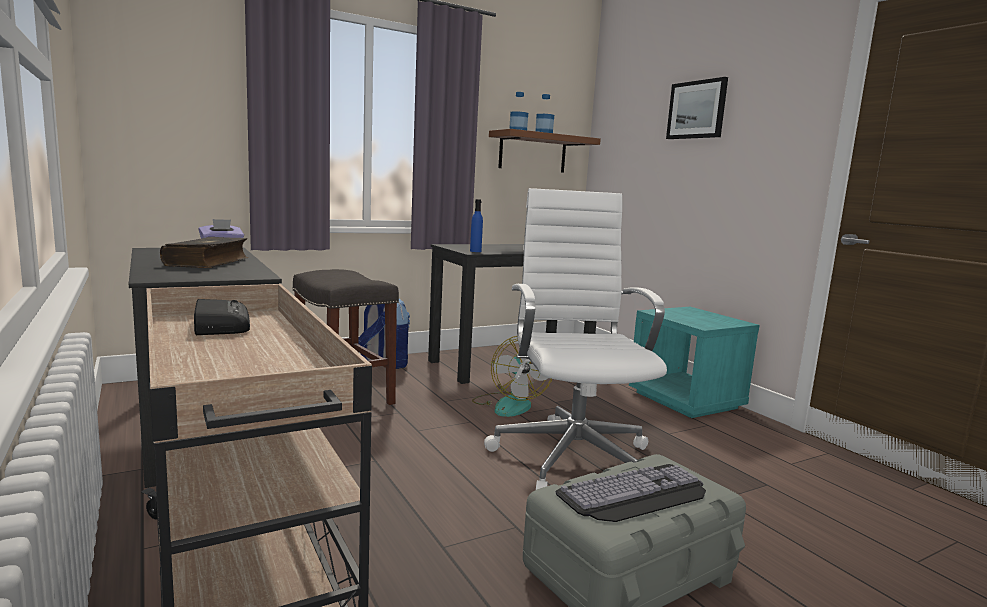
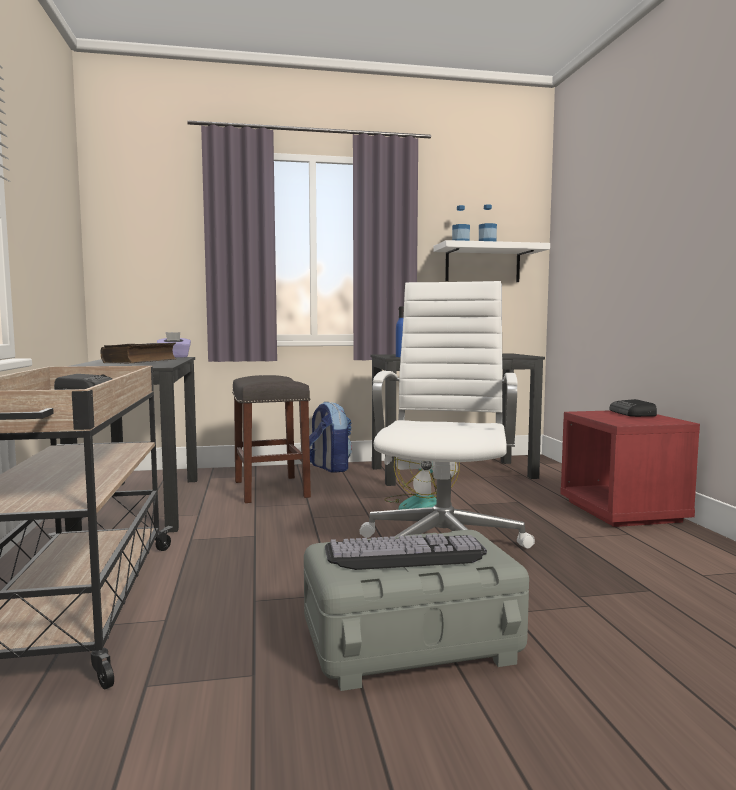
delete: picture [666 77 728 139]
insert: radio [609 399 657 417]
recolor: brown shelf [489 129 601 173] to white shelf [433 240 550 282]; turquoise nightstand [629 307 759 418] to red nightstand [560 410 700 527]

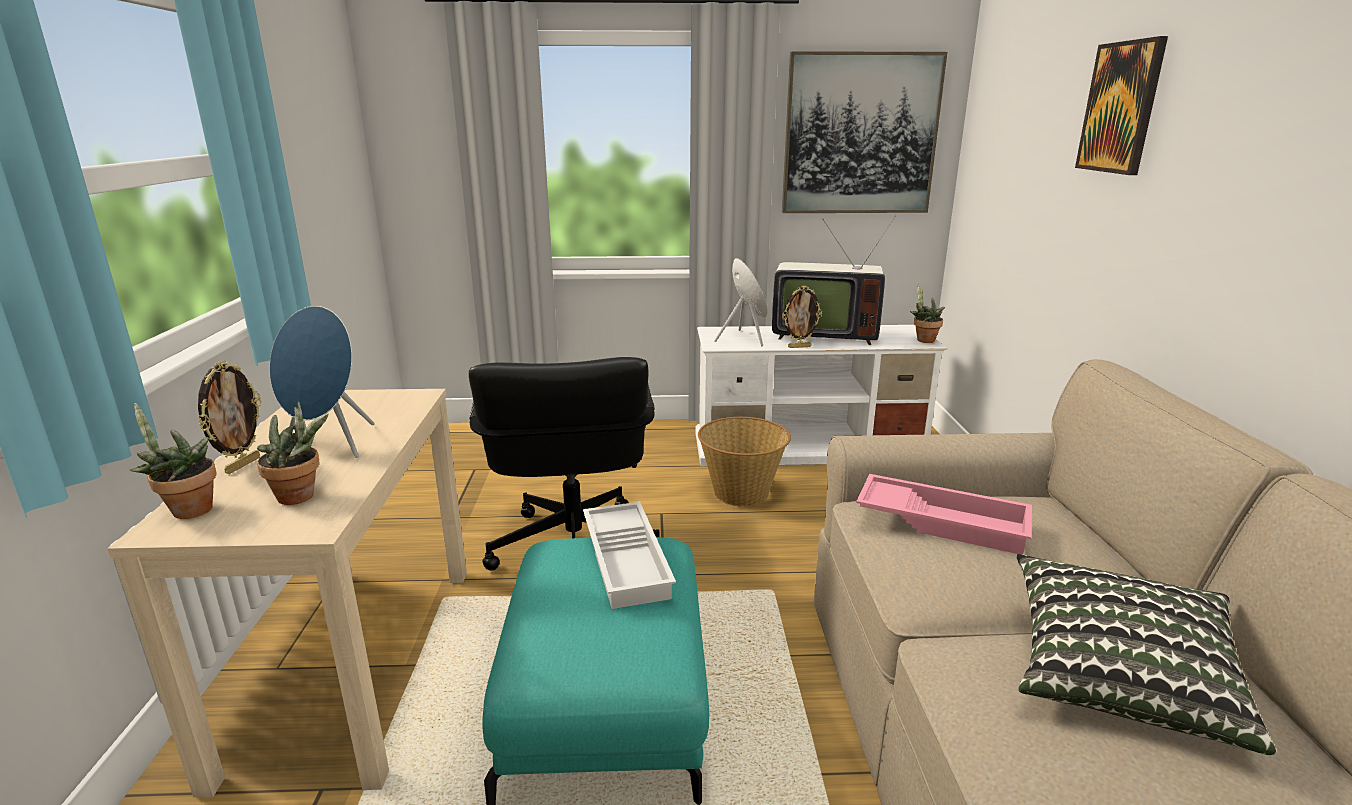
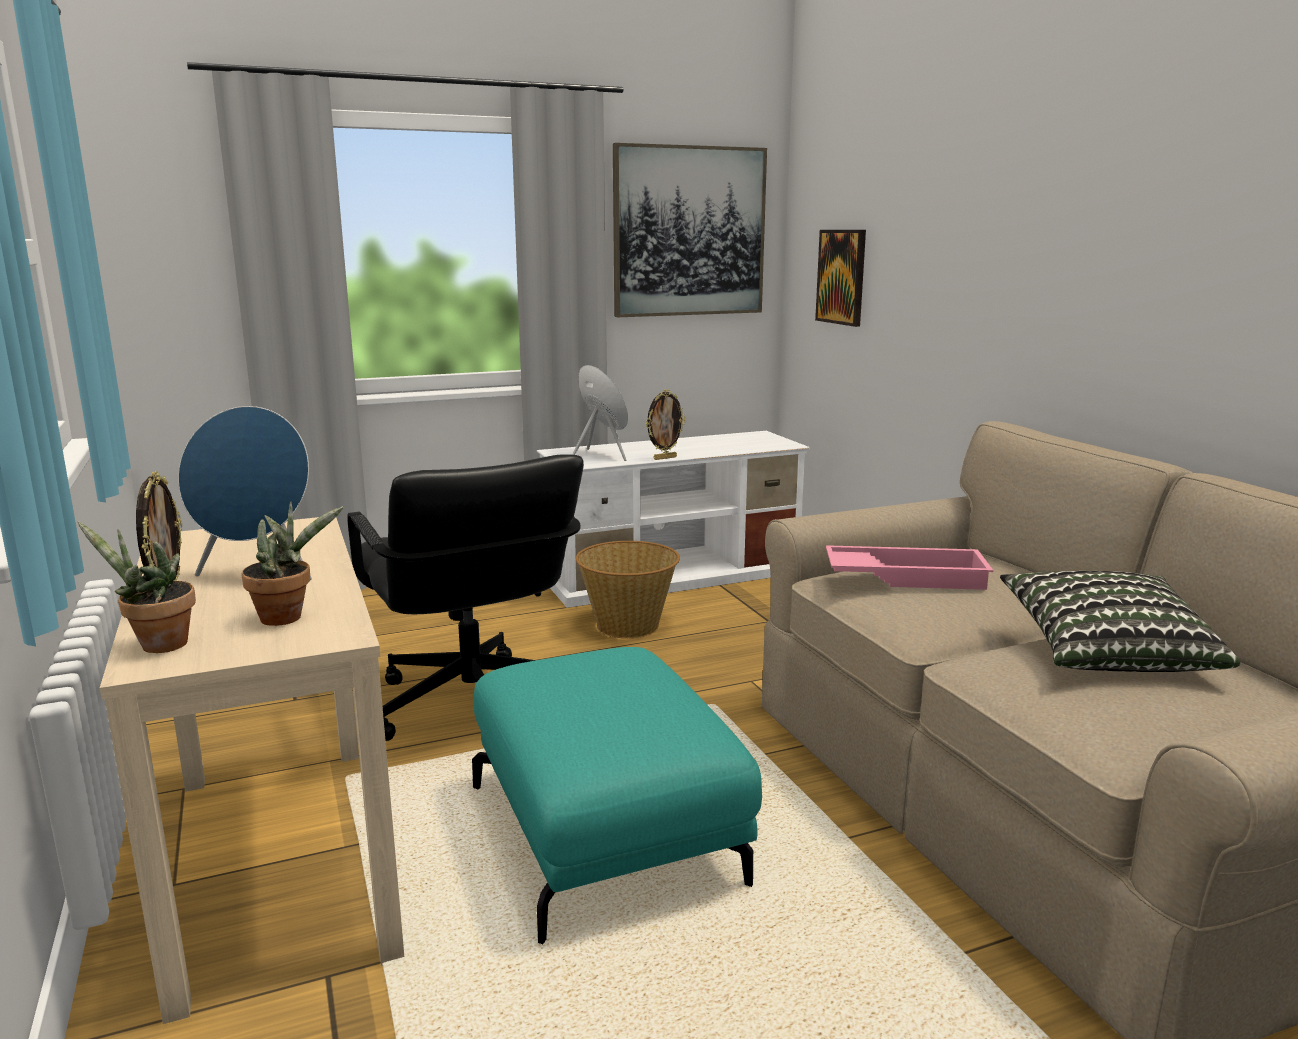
delete: white tray [583 502 676 609]; television [772 216 896 345]; potted plant [910 284 945 343]
move: picture [1075 36 1168 175] to [815 230 866 327]

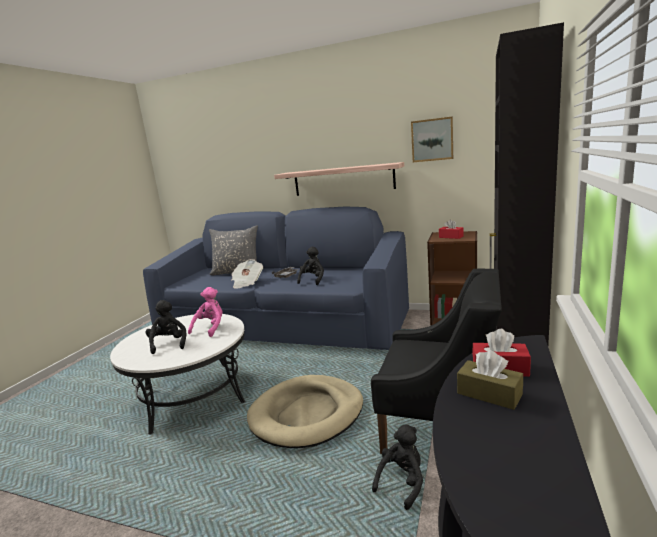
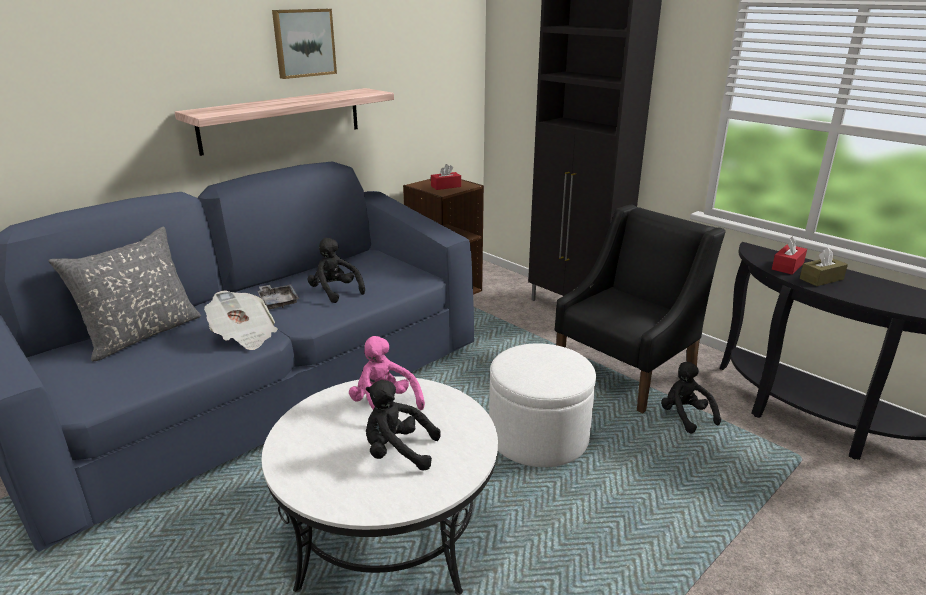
move: picture [411 117 453 162] to [272 9 337 79]
replace: beige dog bed [247 375 363 448] to white ottoman [489 343 596 467]

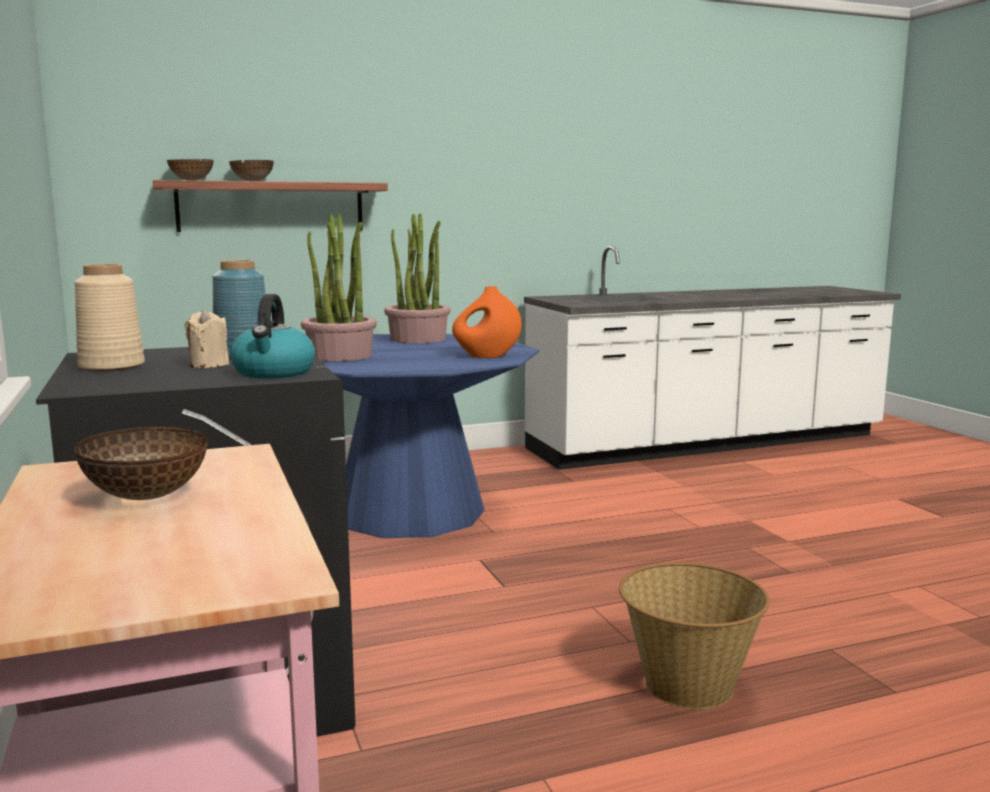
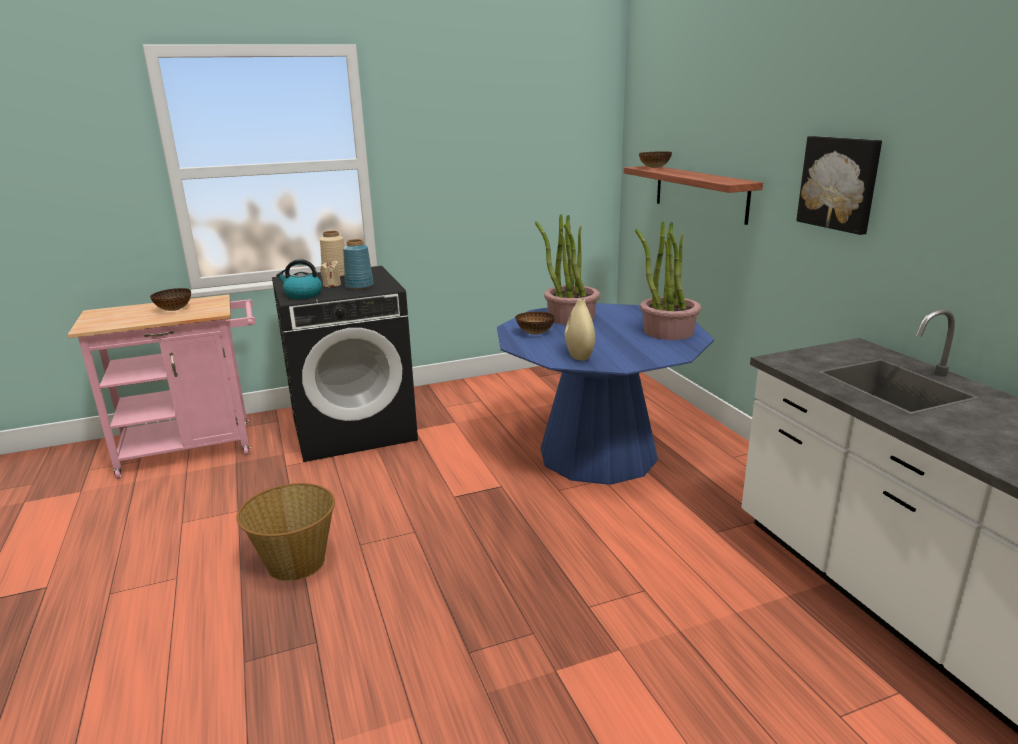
insert: picture [796 136 882 235]
move: bowl [229 160 274 181] to [515 312 555 334]
recolor: orange vase [452 286 521 358] to beige vase [565 298 595 361]

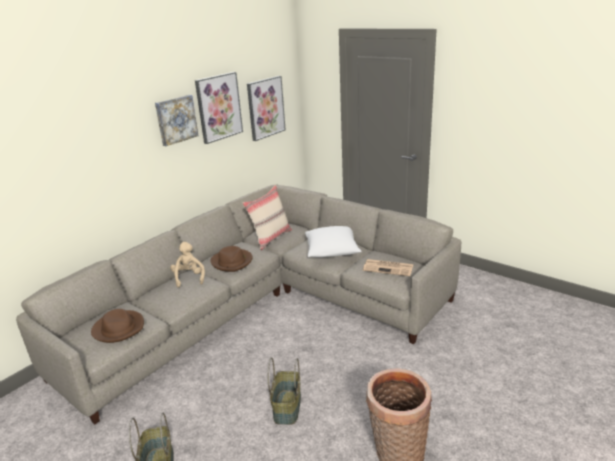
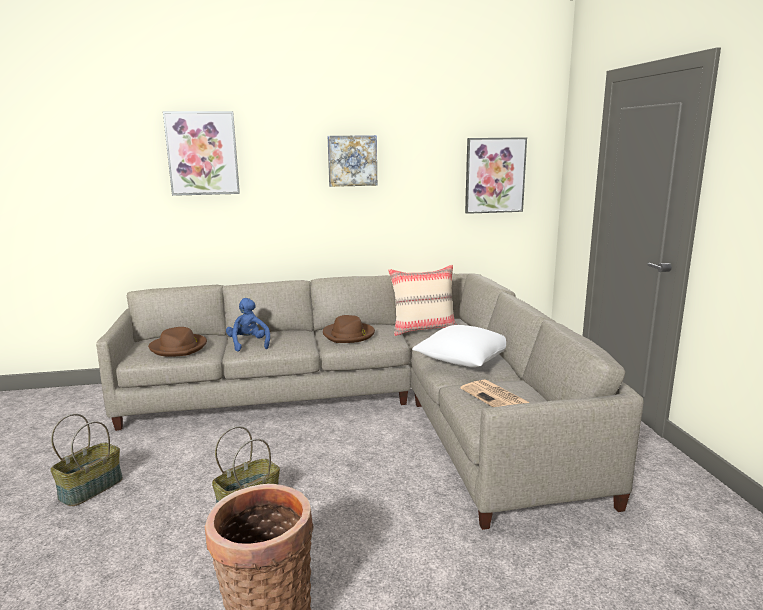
delete: beige plush toy [170 242 205 287]
insert: blue plush toy [226 298 270 352]
move: picture [195 72 243 144] to [163 111 240 196]

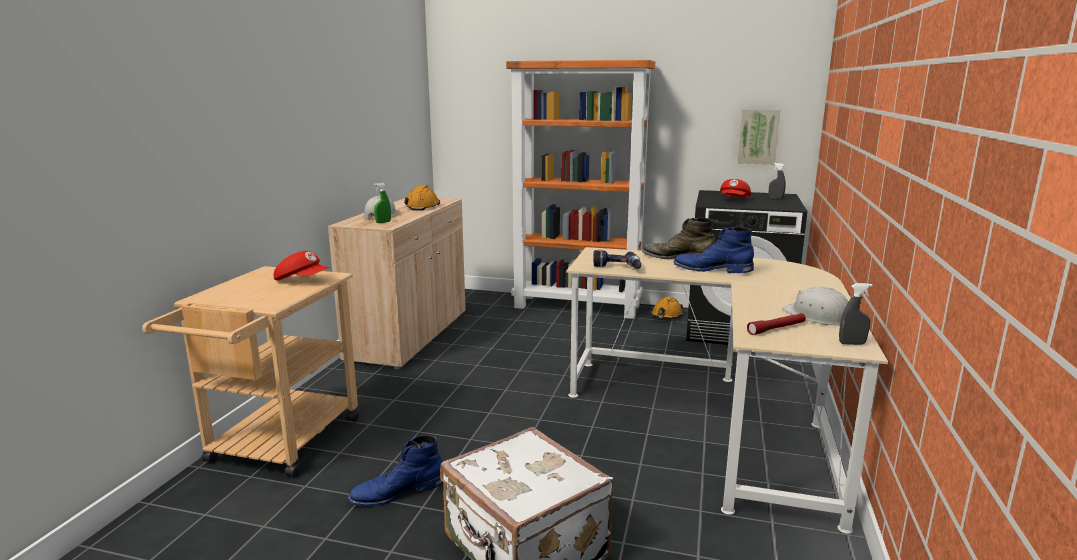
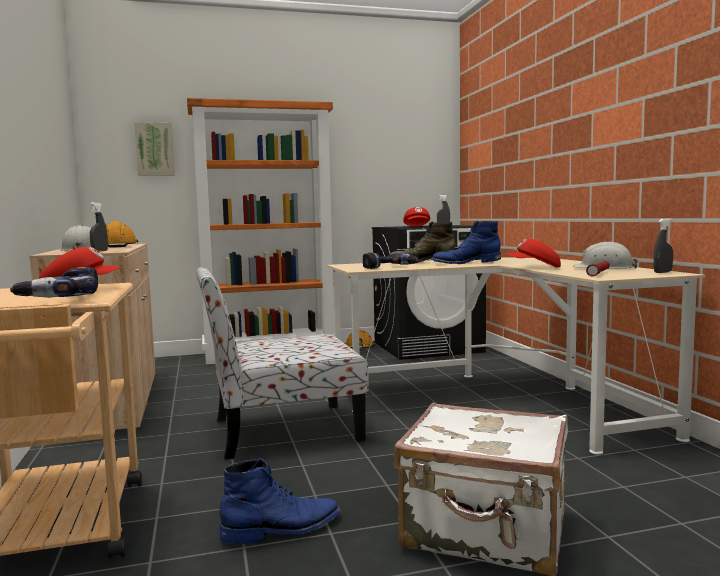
insert: power drill [10 267 98 298]; chair [196 267 369 460]; red cap [506 239 561 268]
move: picture [737 109 780 164] to [134 122 175 176]
recolor: green spray bottle [374 183 391 223] to grey spray bottle [90 202 108 251]
rotate: blue boot [348 435 443 506] = [219 458 340 545] 150 degrees counterclockwise

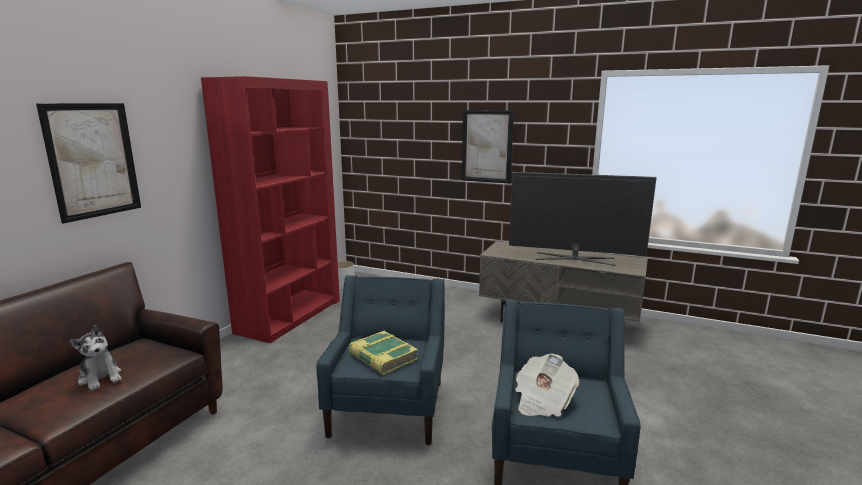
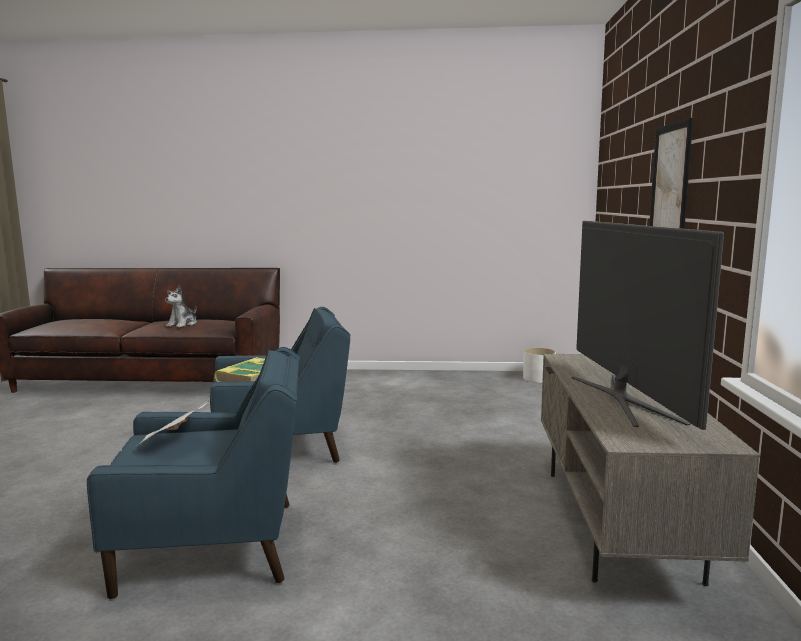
delete: picture [36 103 141 224]; red bookcase [201 76 340 343]

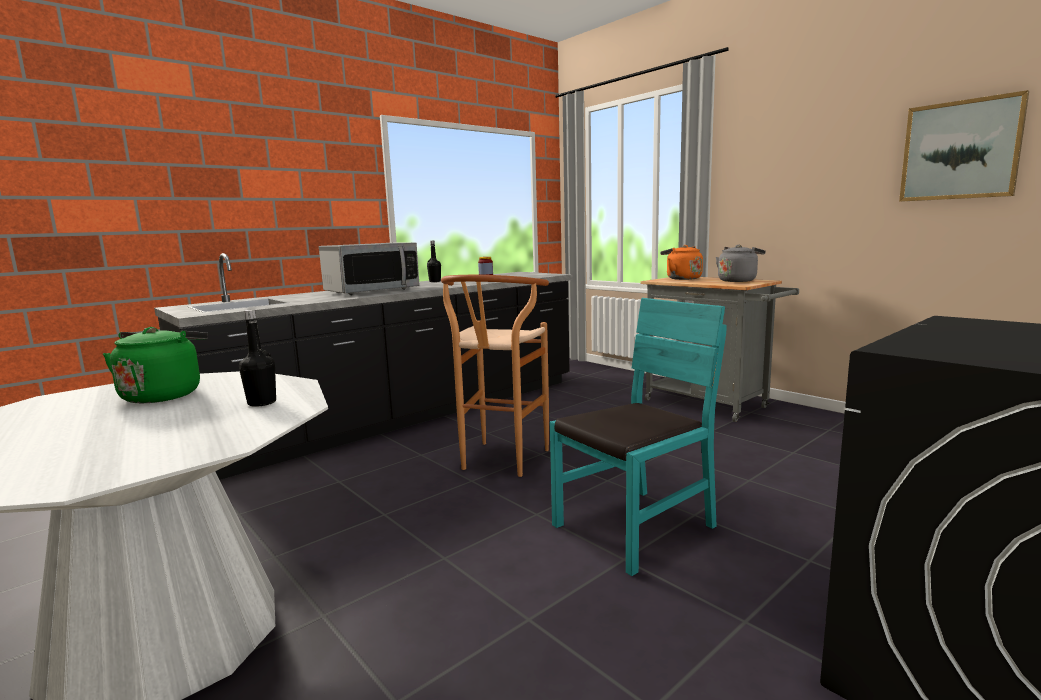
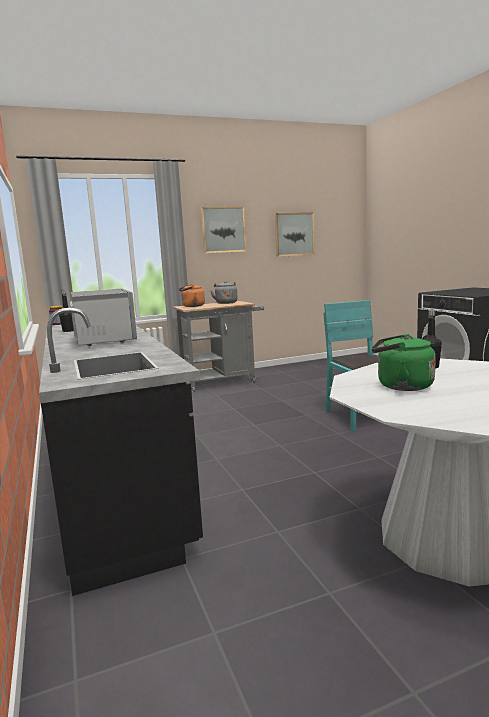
delete: brown stool [441 275 549 477]
insert: picture [201 206 246 254]

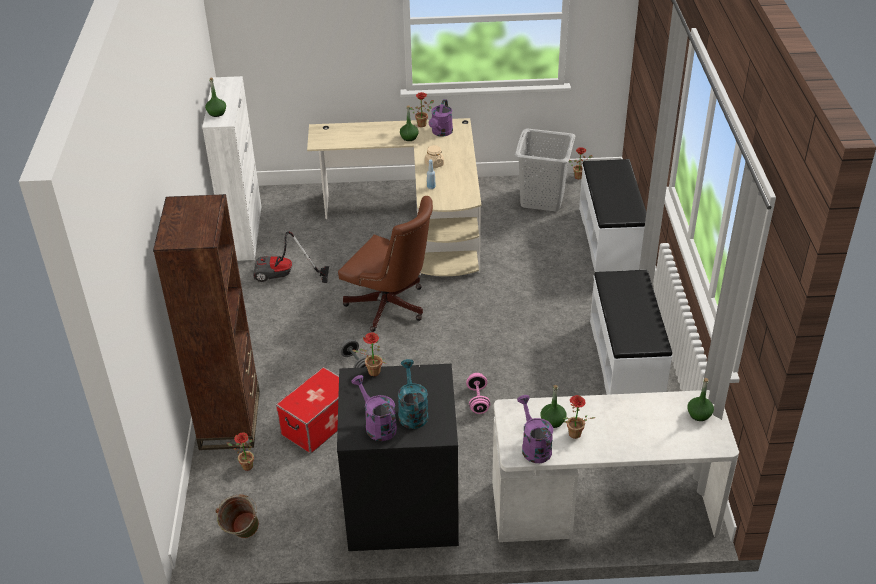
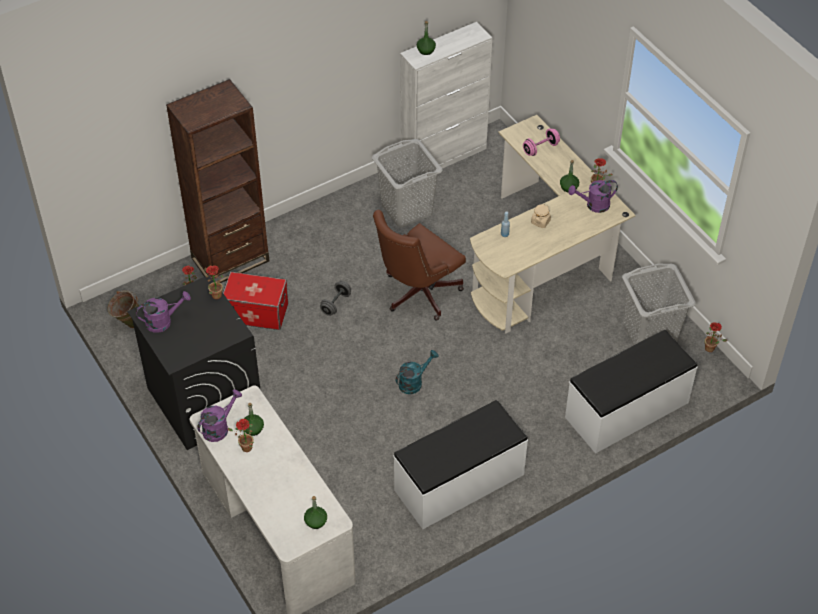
move: turquoise watering can [398 359 429 429] to [396 350 438 394]; pink dumbbell [466 373 490 414] to [523 128 560 156]
replace: vacuum cleaner [253 231 329 283] to grey laundry basket [372 139 442 227]
rotate: brown office chair [338 196 433 332] = [373 210 466 321] 45 degrees clockwise; purple watering can [351 375 397 441] = [136 291 191 333] 45 degrees clockwise

